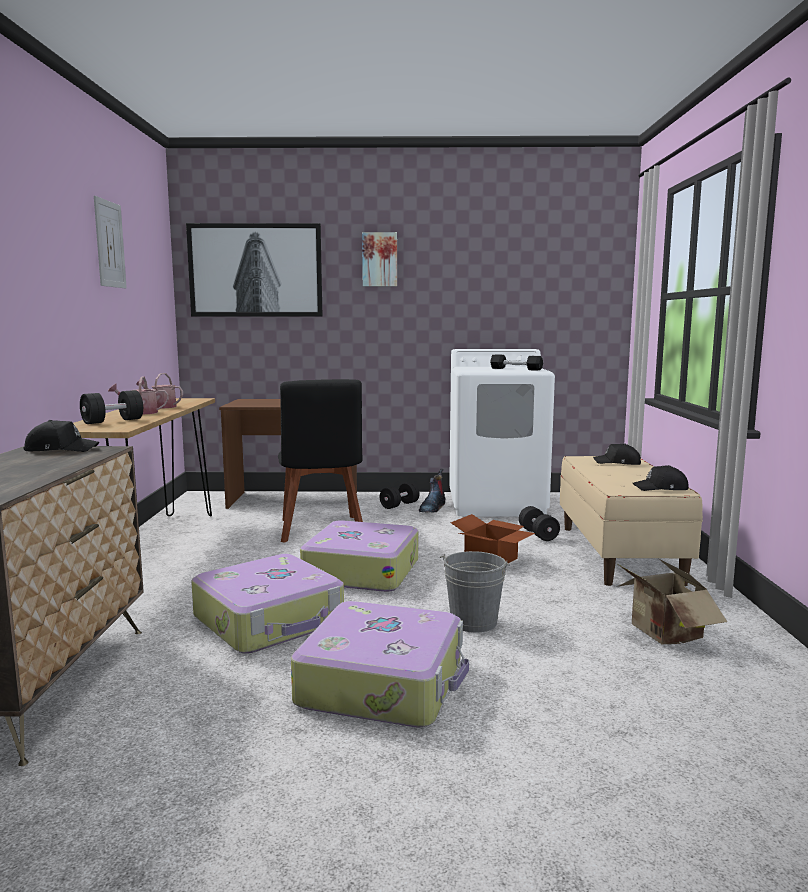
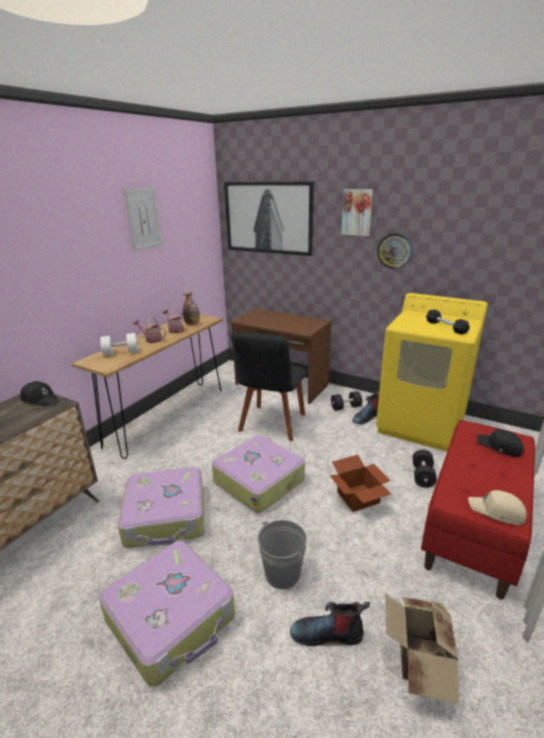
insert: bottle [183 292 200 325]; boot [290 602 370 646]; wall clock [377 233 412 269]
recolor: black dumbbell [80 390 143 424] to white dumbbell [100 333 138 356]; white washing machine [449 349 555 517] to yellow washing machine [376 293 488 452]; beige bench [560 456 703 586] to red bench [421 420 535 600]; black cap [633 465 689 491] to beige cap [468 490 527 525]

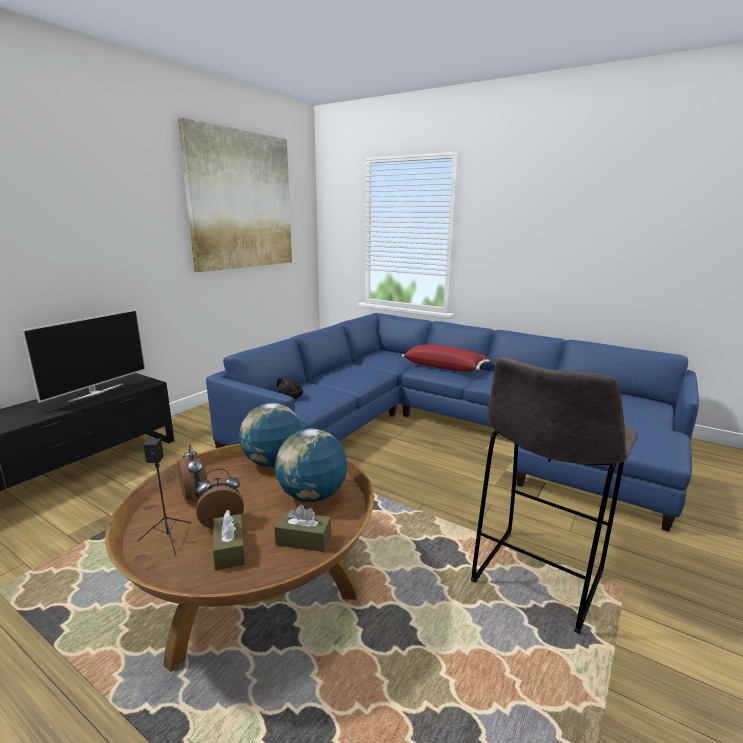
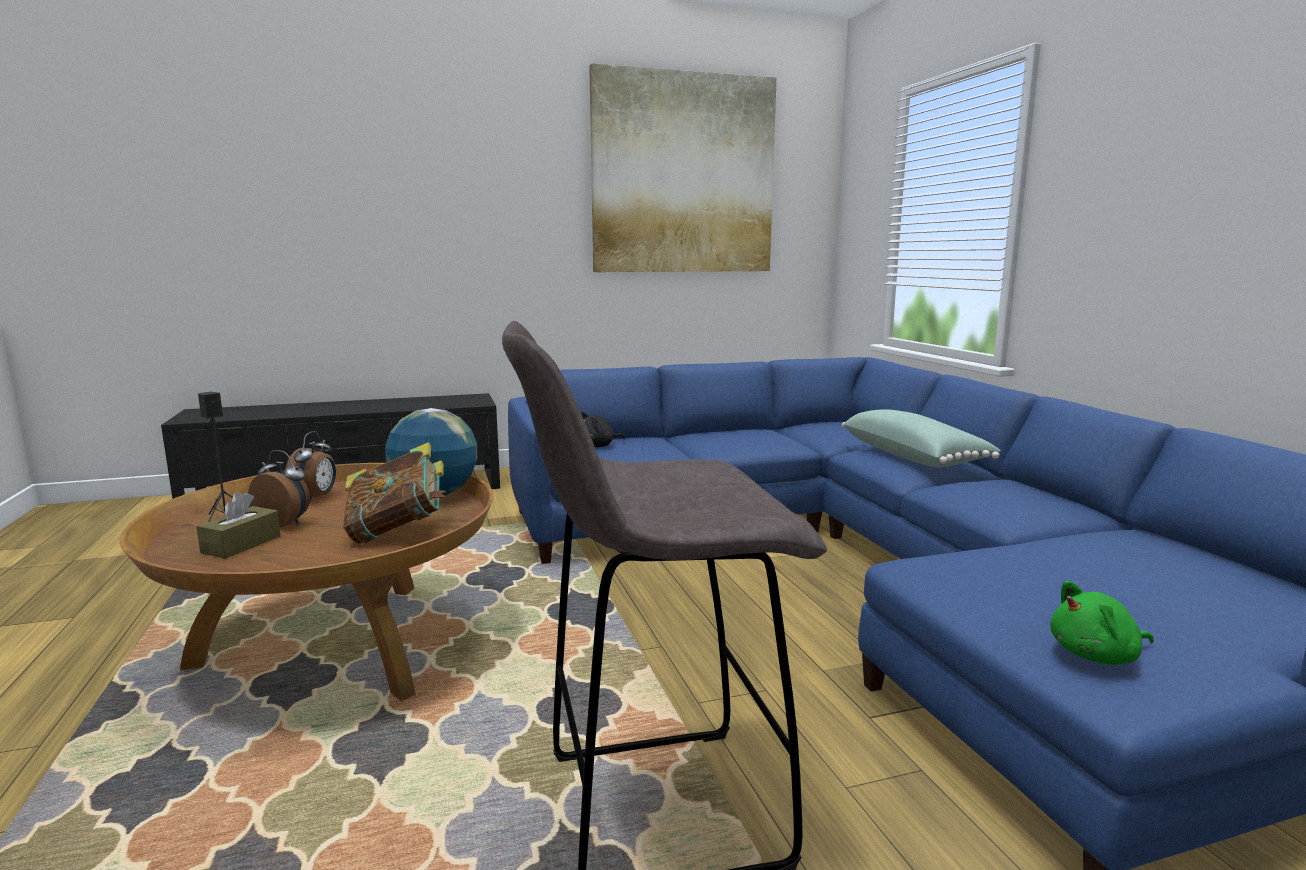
delete: television [21 309 146 403]; brown tissue box [274 504 331 552]
insert: green plush toy [1050 581 1154 665]
replace: globe [275 429 347 502] to book [343 442 446 544]
recolor: red pillow [402 345 490 372] to green pillow [842 409 1001 467]

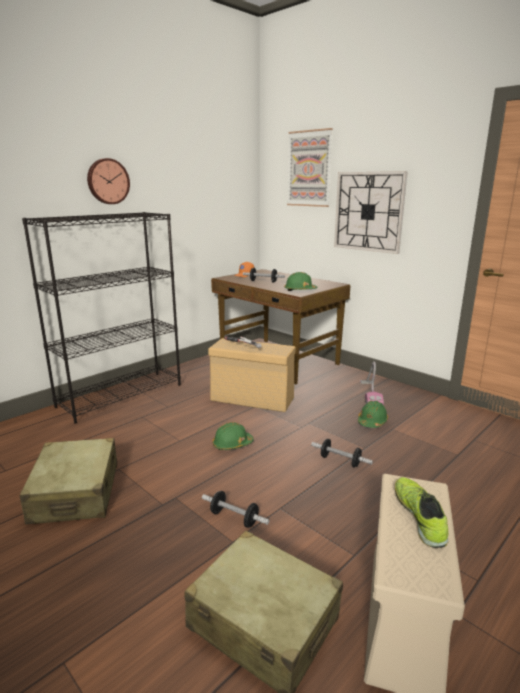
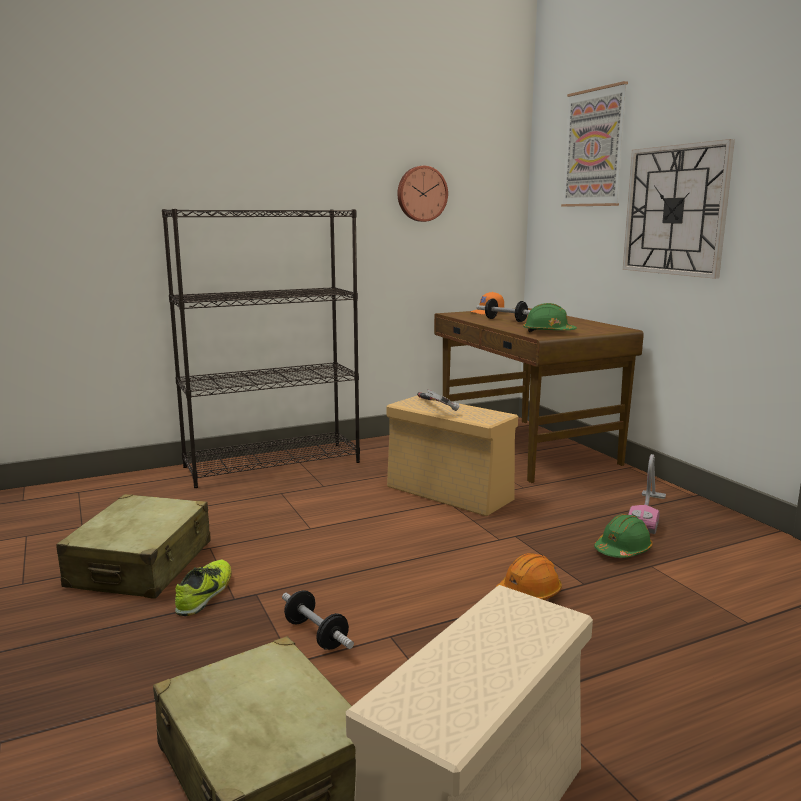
delete: green hard hat [212 422 253 450]
move: wall clock [87 158 130 204] to [398 166 448 222]; shoe [395 477 448 548] to [175 560 231 616]
replace: dumbbell [311 439 373 467] to orange hard hat [496 553 562 600]

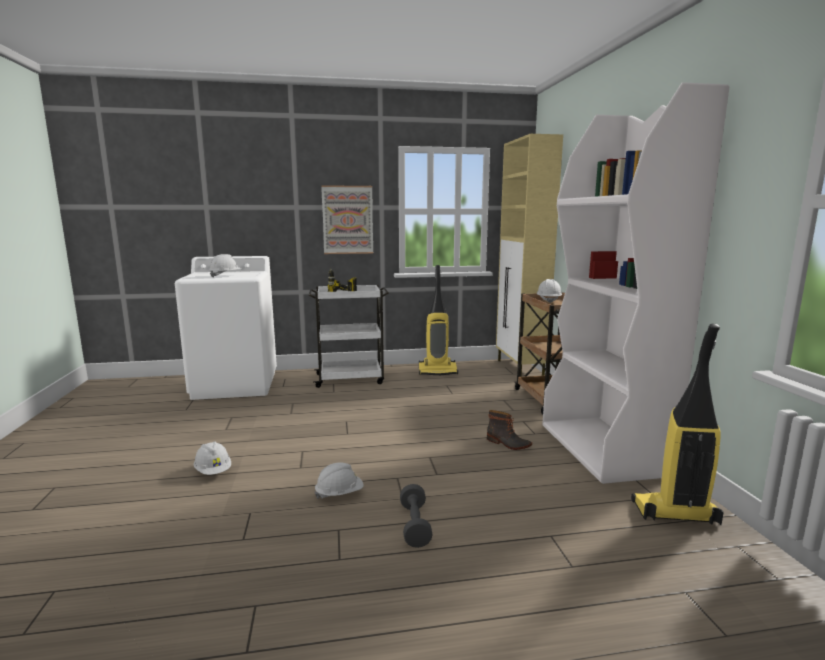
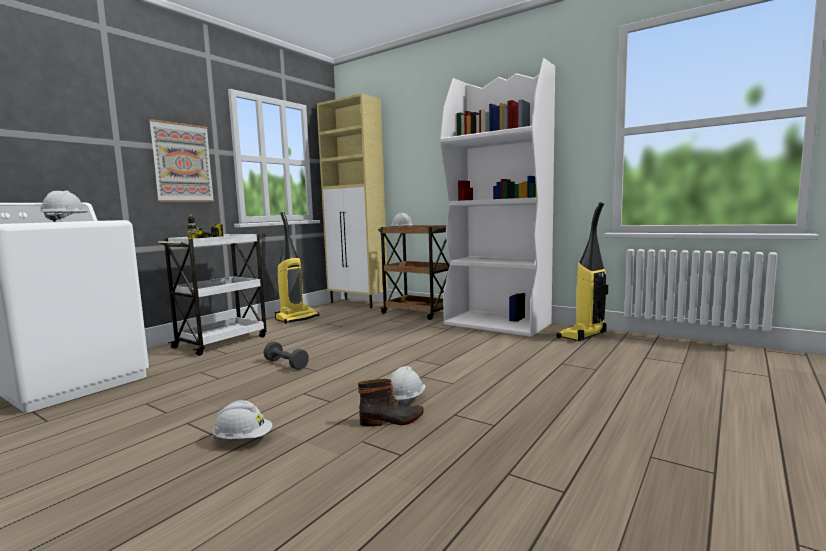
move: grey dumbbell [400 484 433 548] to [264 341 309 370]; boot [487 410 532 450] to [358 379 424 426]

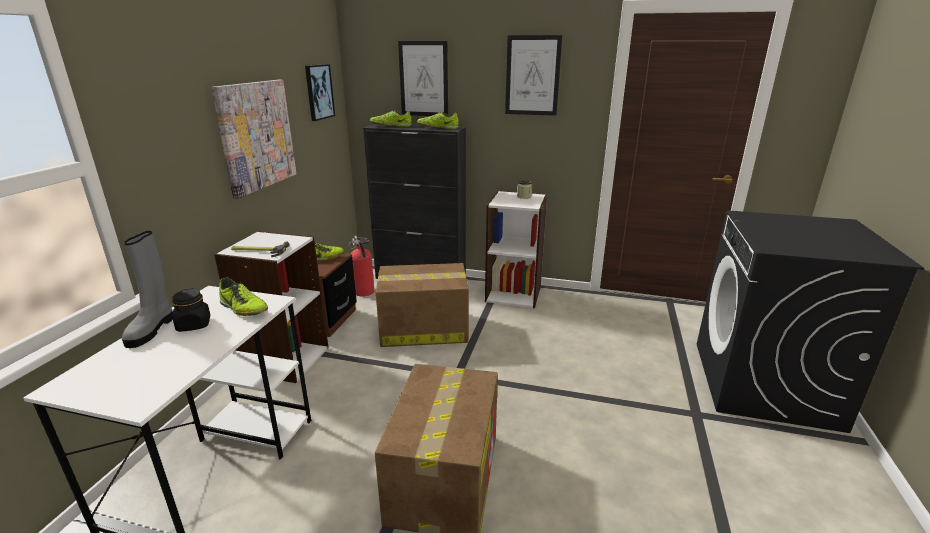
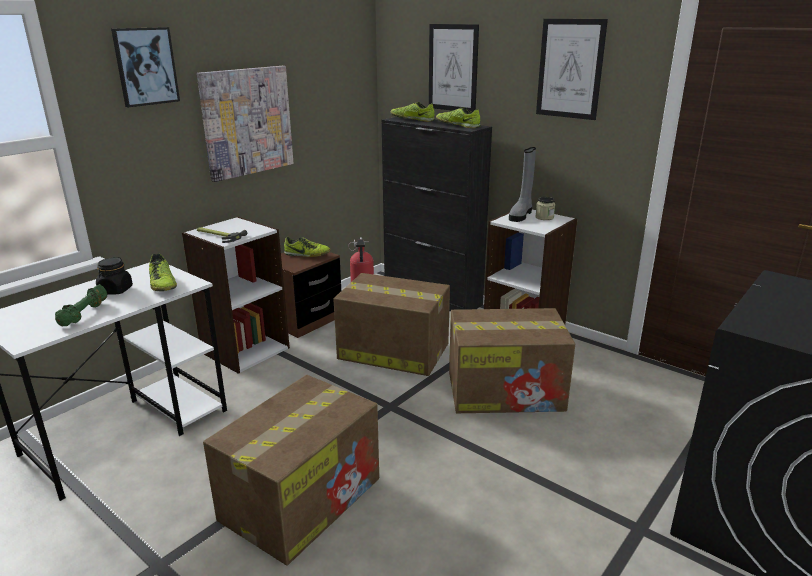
insert: green dumbbell [55 284 107 326]; cardboard box [449 308 575 413]
move: grey boot [122 231 173 348] to [509 147 536 222]; picture [305 64 335 121] to [111 27 180 107]

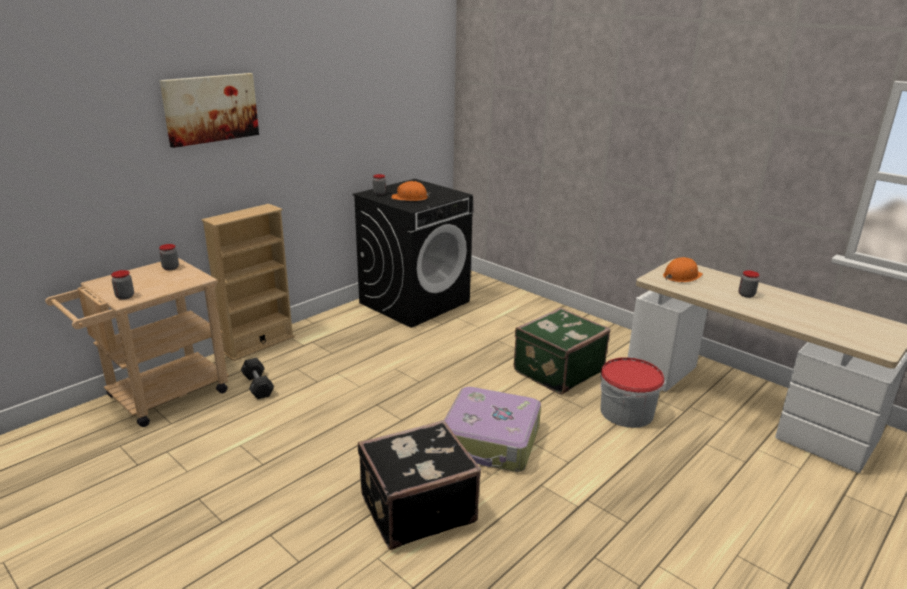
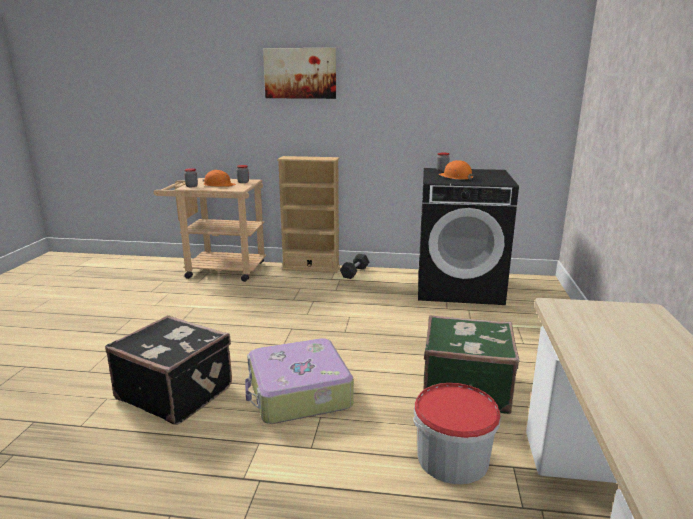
delete: jar [739 271 760 298]
move: black dumbbell [241 358 274 399] to [340 254 369 279]; orange hard hat [663 257 703 282] to [203 170 236 187]

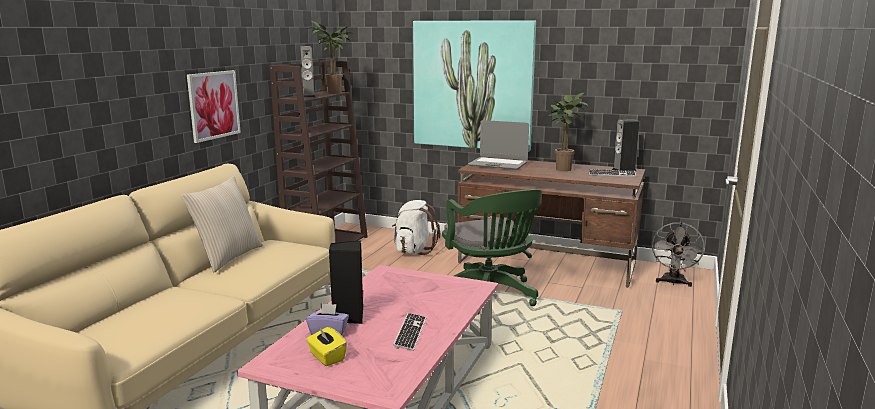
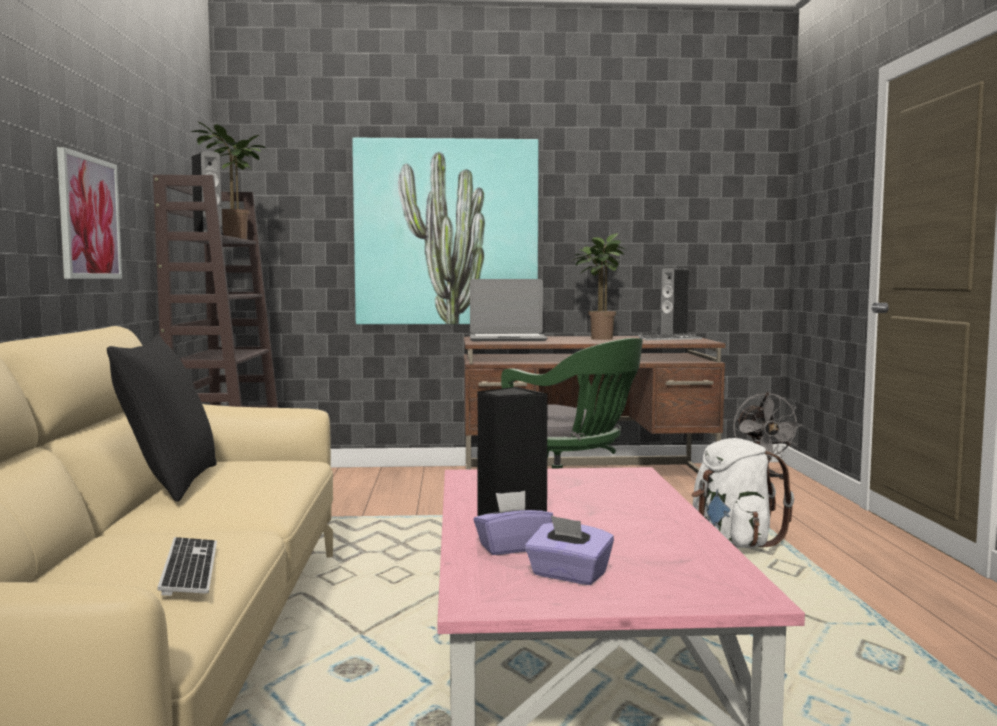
move: white backpack [392 200 440 255] to [691 438 794 548]; keyboard [393 313 427 351] to [157 537 217 596]
recolor: beige pillow [181 176 263 272] to black pillow [107 335 217 502]; yellow tissue box [306 326 347 366] to purple tissue box [525 515 614 585]

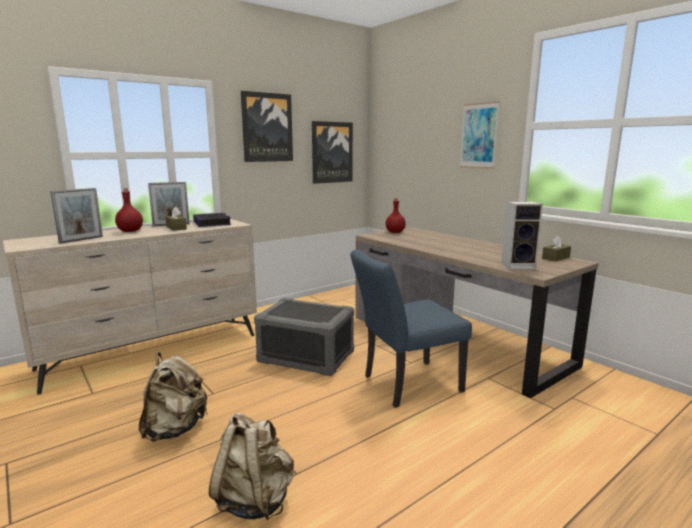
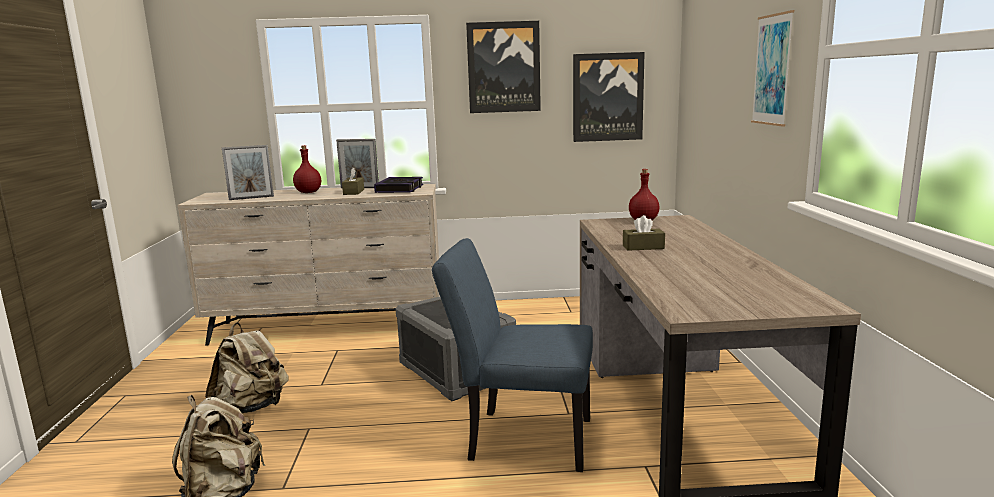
delete: speaker [501 201 543 269]
move: brown tissue box [542 235 571 262] to [623 215 665 251]

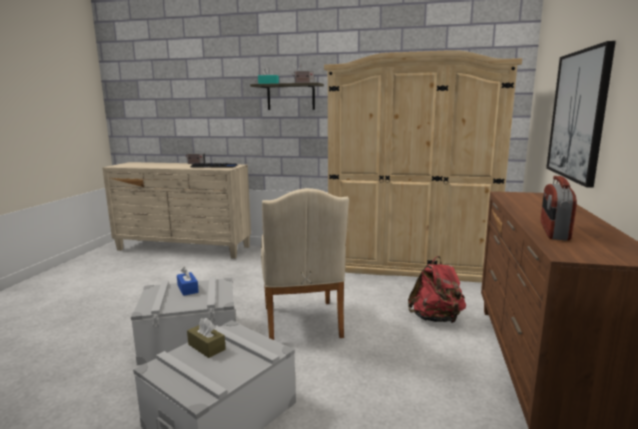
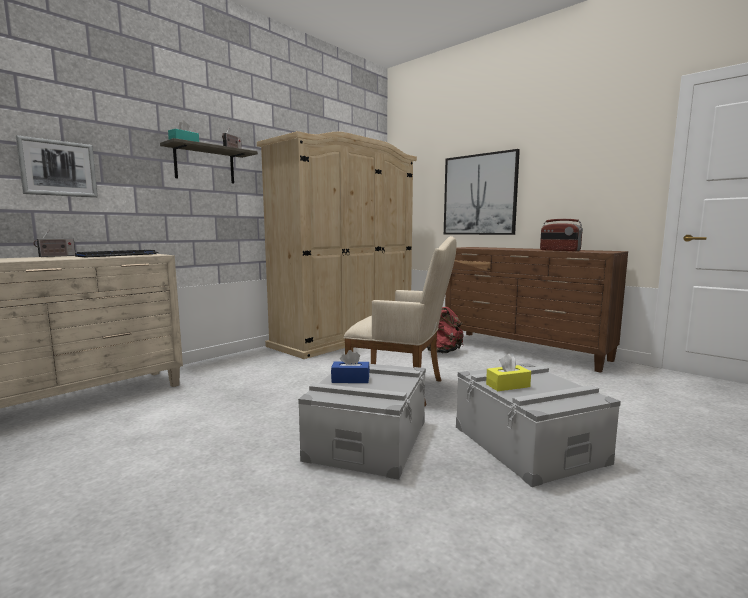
insert: picture [16 135 98 198]
recolor: brown tissue box [187 318 226 358] to yellow tissue box [486 354 531 391]

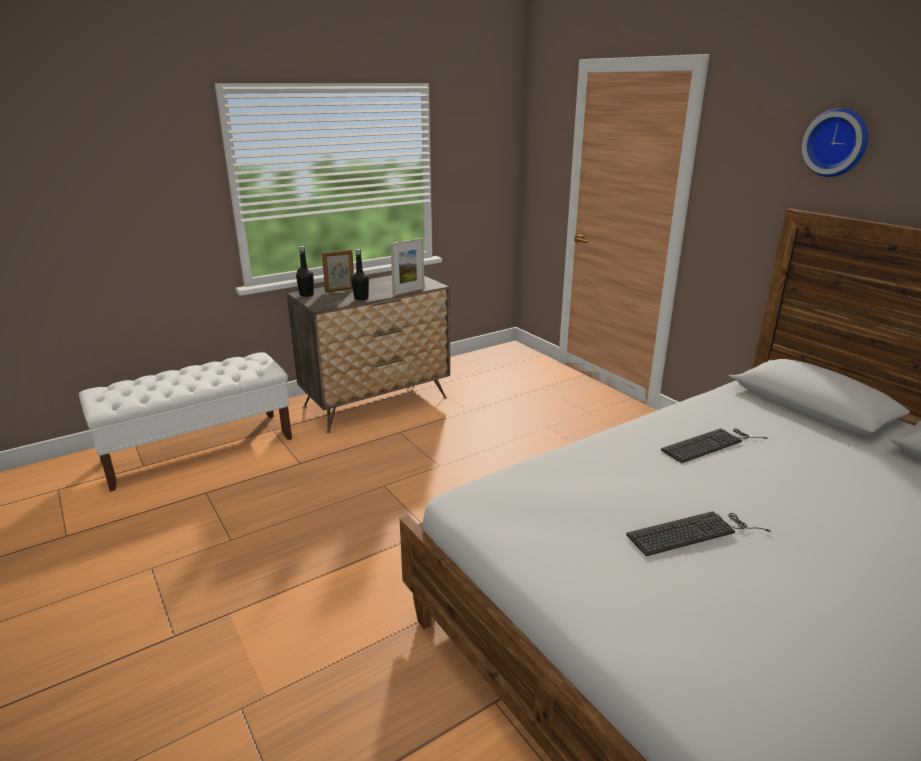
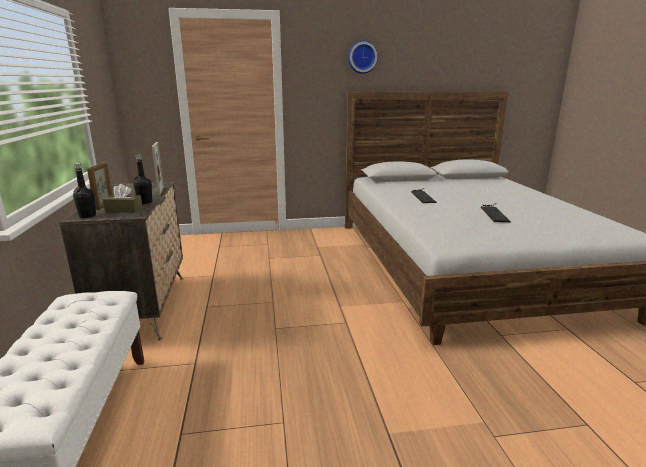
insert: brown tissue box [103 184 143 213]

